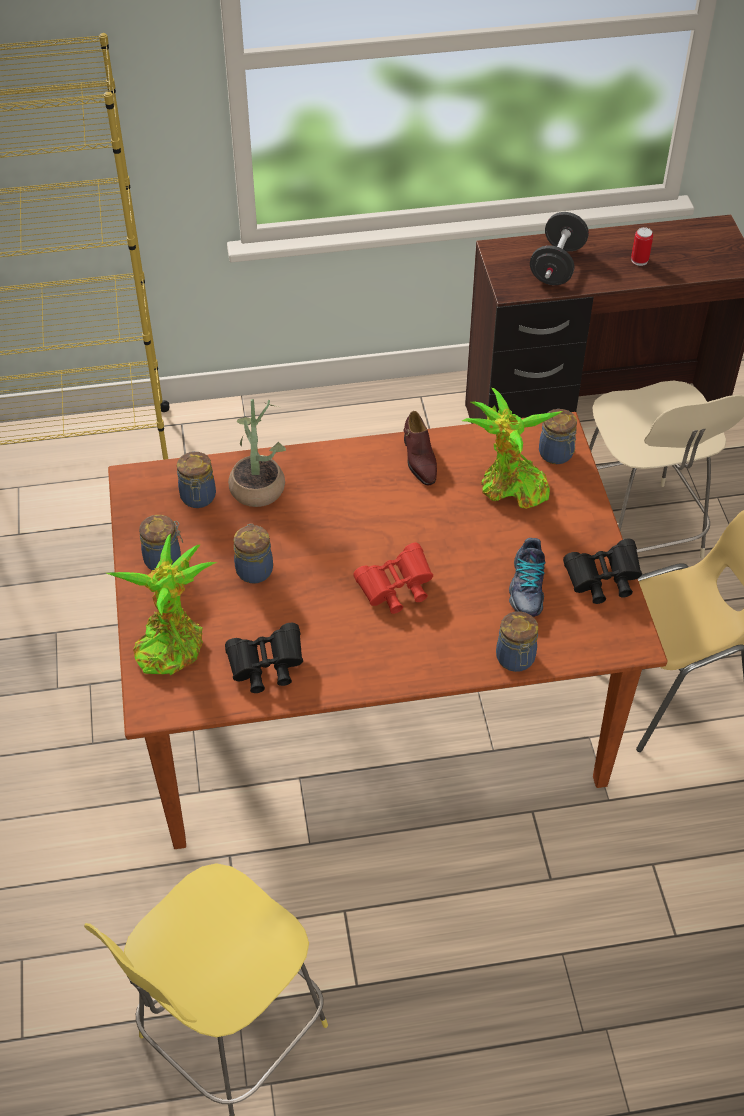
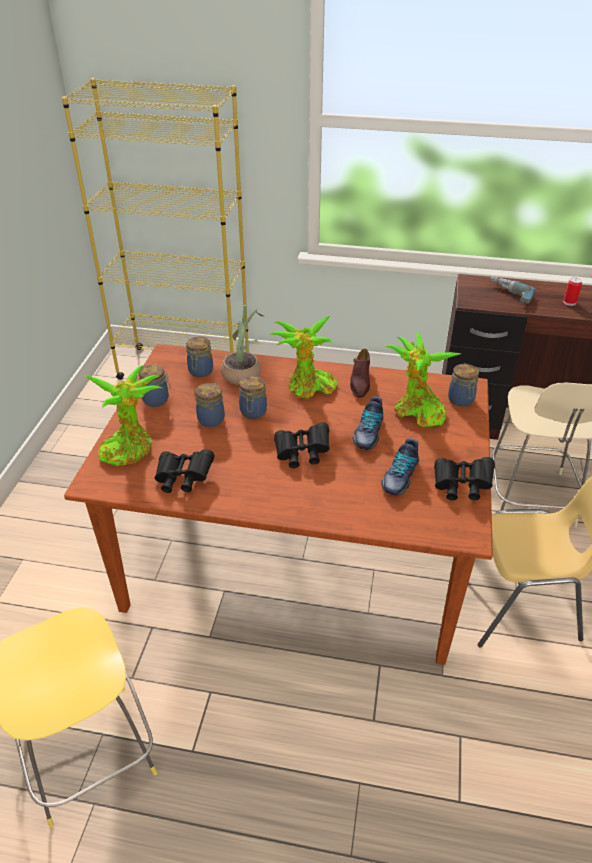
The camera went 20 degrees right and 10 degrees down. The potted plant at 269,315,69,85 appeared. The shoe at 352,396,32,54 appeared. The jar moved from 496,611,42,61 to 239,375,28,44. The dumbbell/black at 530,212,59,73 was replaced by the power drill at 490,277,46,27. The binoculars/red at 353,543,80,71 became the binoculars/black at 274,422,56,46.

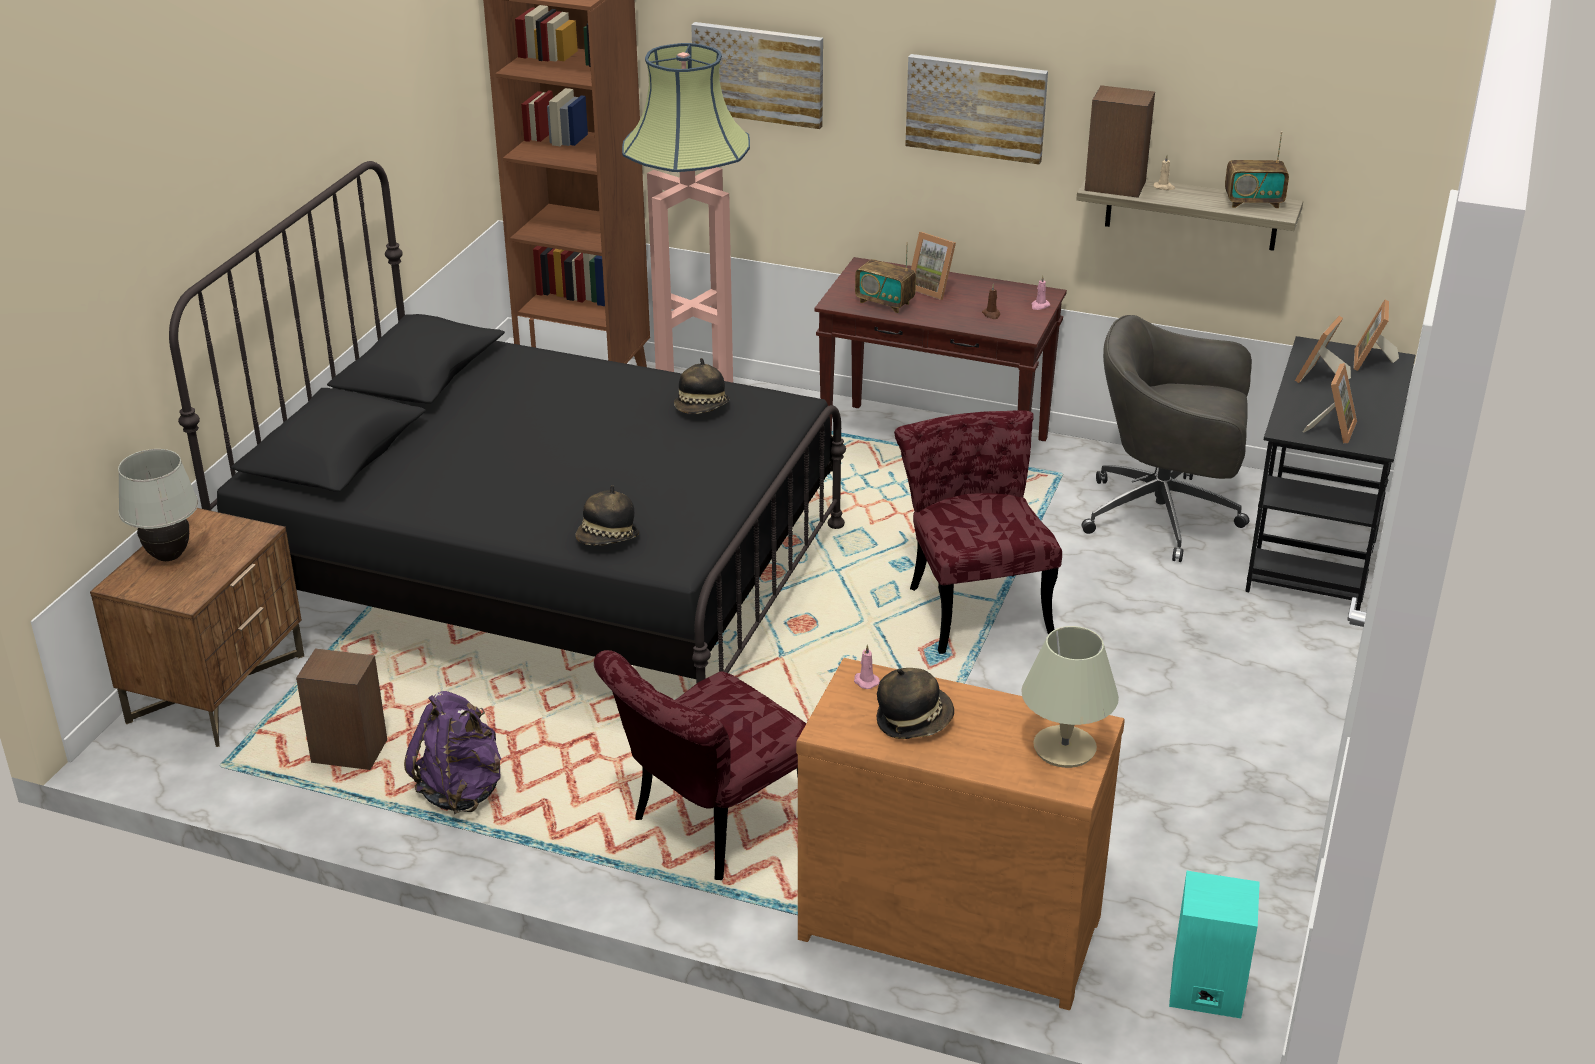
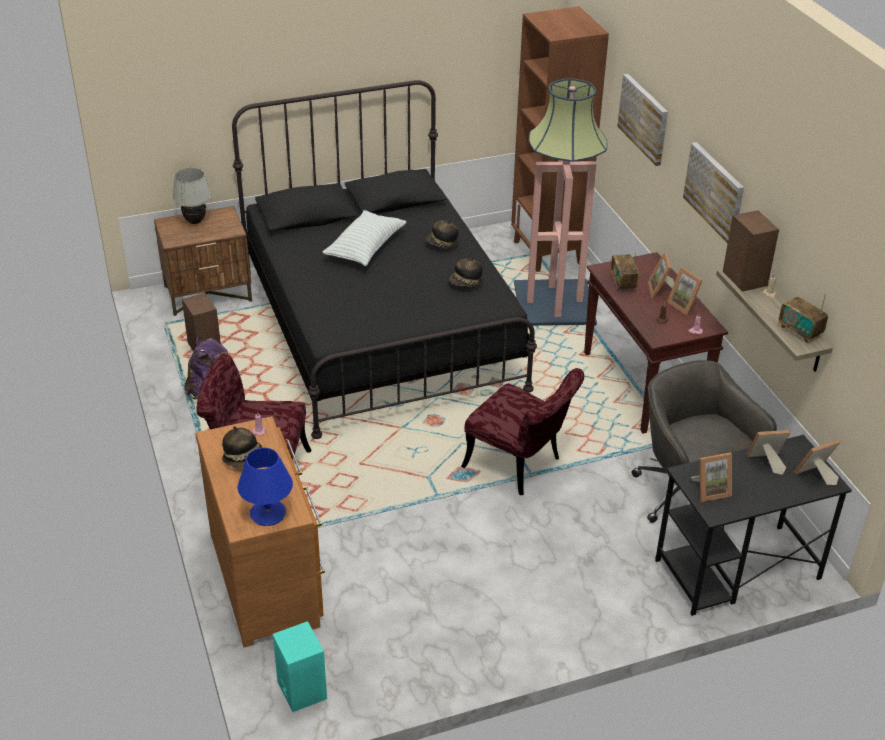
The camera went 50 degrees right and 5 degrees up. The pillow at 322,210,84,56 appeared. The picture frame at 667,268,36,47 appeared. The hat moved from 575,485,64,61 to 425,220,34,29. The table lamp/beige at 1021,626,98,142 became the table lamp/blue at 238,448,55,78. The chair/red at 894,410,168,244 turned 90 degrees clockwise.

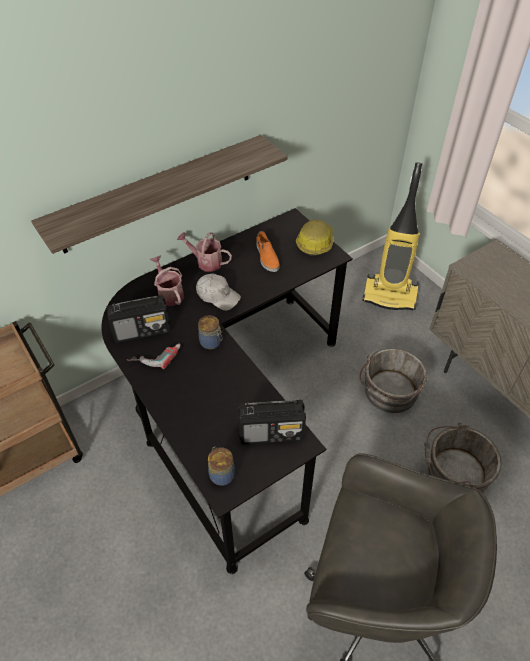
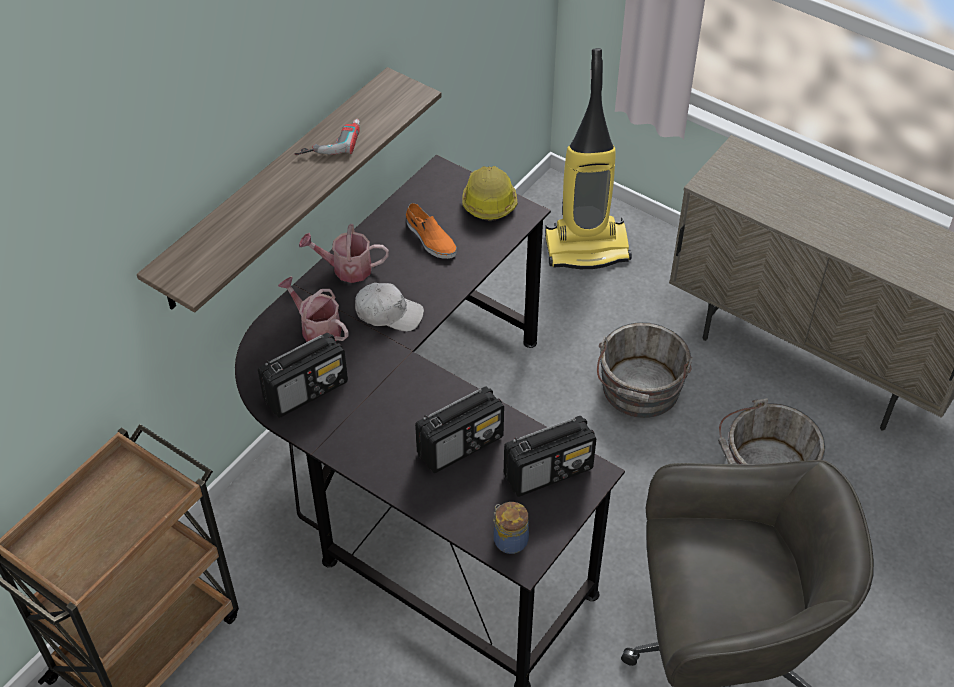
The camera went 20 degrees left and 0 degrees up. The jar at 198,315,25,34 disappeared. The radio at 415,386,89,87 appeared. The power drill moved from 127,344,54,25 to 295,119,65,36.

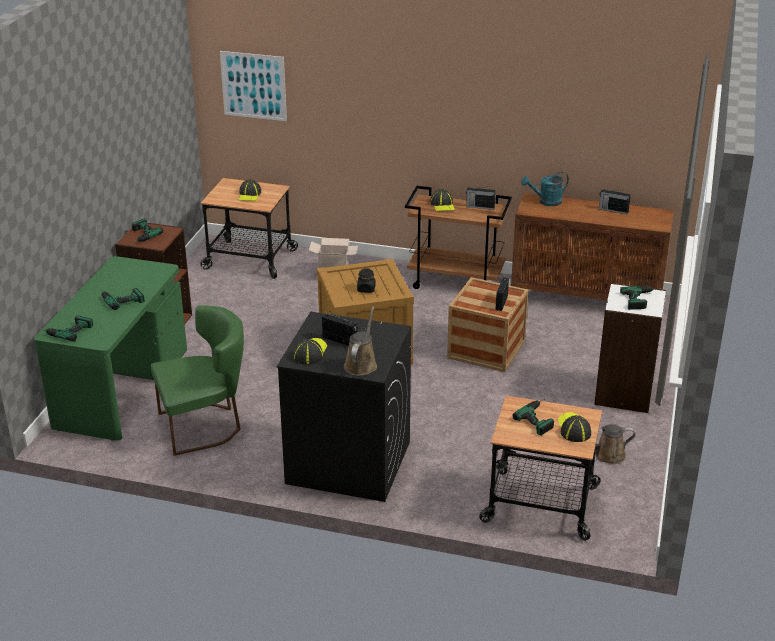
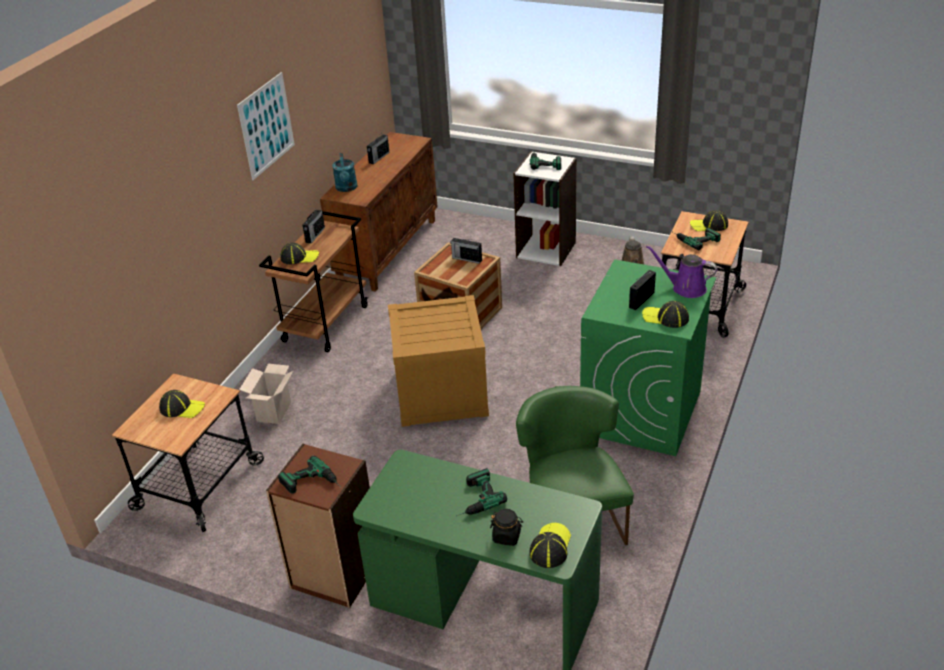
The camera went 80 degrees left and 5 degrees up. The picture moved from 220,51,67,70 to 237,72,58,108. The jar/black moved from 357,268,18,25 to 490,509,33,37. The power drill at 40,316,53,25 was replaced by the cap at 529,523,42,45. The washing machine/black at 277,312,134,190 became the washing machine/green at 580,259,136,197. The watering can/brown at 344,306,33,70 became the watering can/purple at 646,245,71,53.

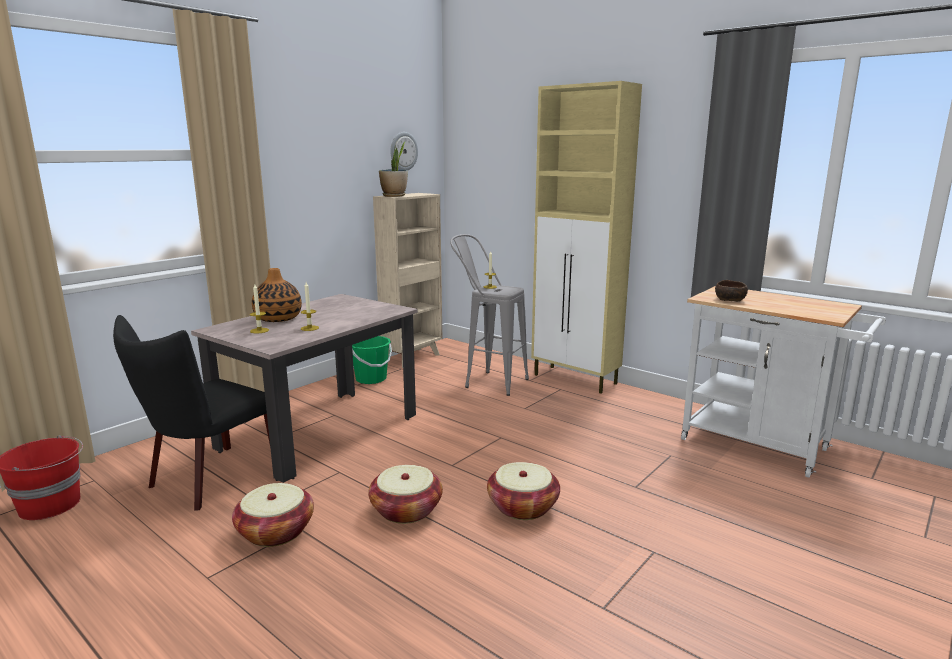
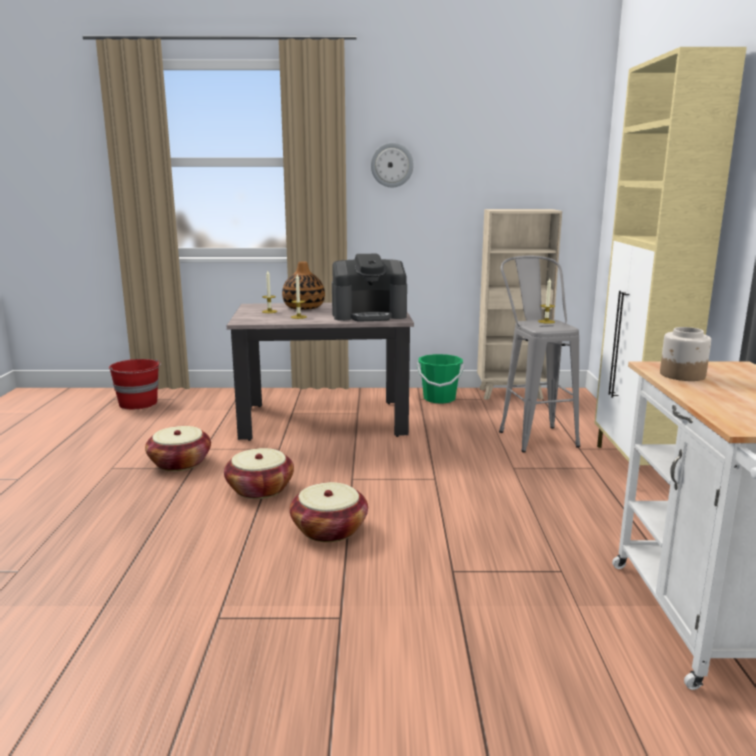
The camera went 50 degrees right and 0 degrees up. The chair/black at 113,315,157,195 disappeared. The potted plant at 379,141,29,56 disappeared. The coffee machine at 332,254,75,67 appeared. The wall clock moved from 390,132,28,38 to 371,143,43,44. The bowl/brown at 715,280,33,22 was replaced by the jar at 660,327,51,54.

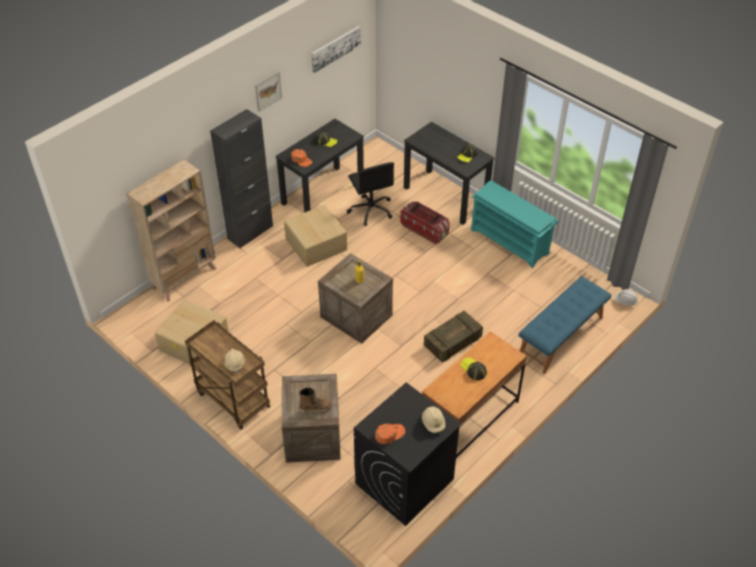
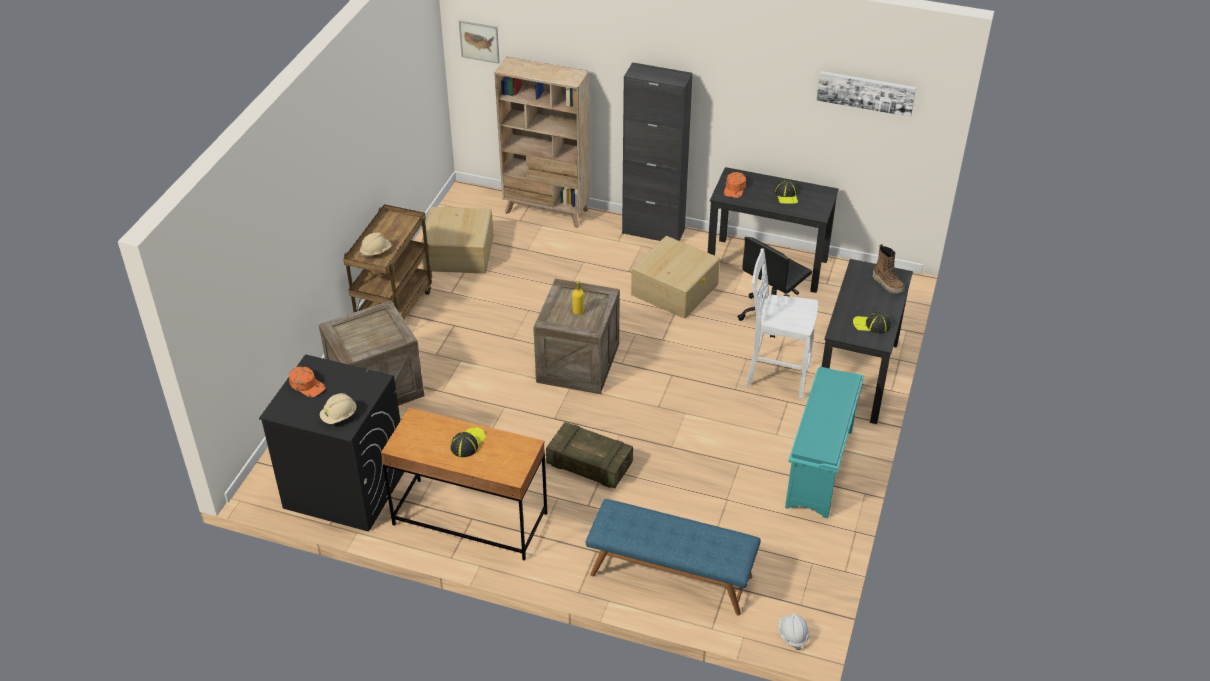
The camera went 65 degrees right and 5 degrees down. The picture moved from 255,72,27,40 to 459,20,41,44. The boot moved from 299,387,33,28 to 872,244,32,50. The storage box at 400,202,50,42 was replaced by the chair/white at 746,248,72,151.

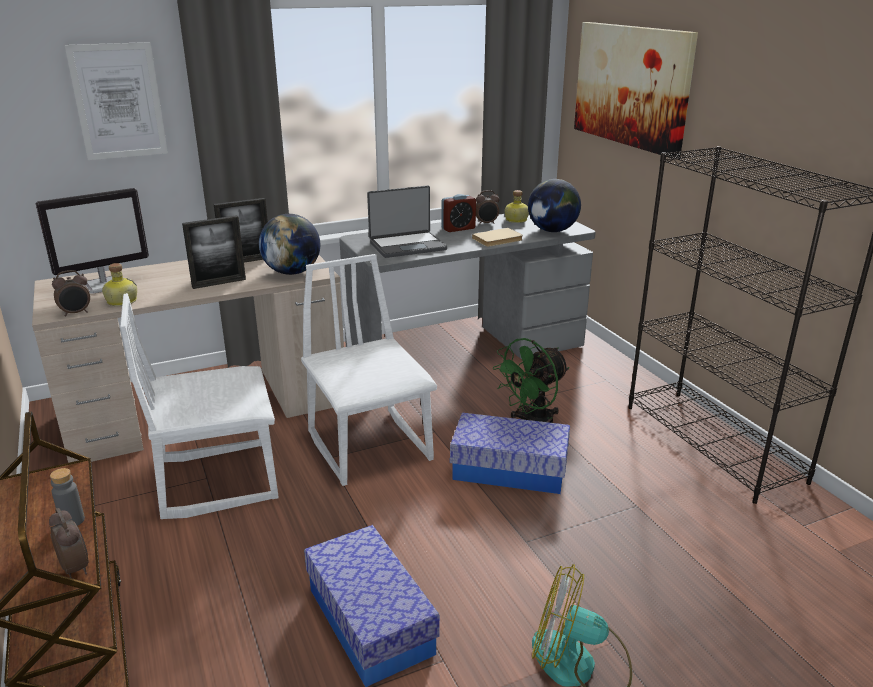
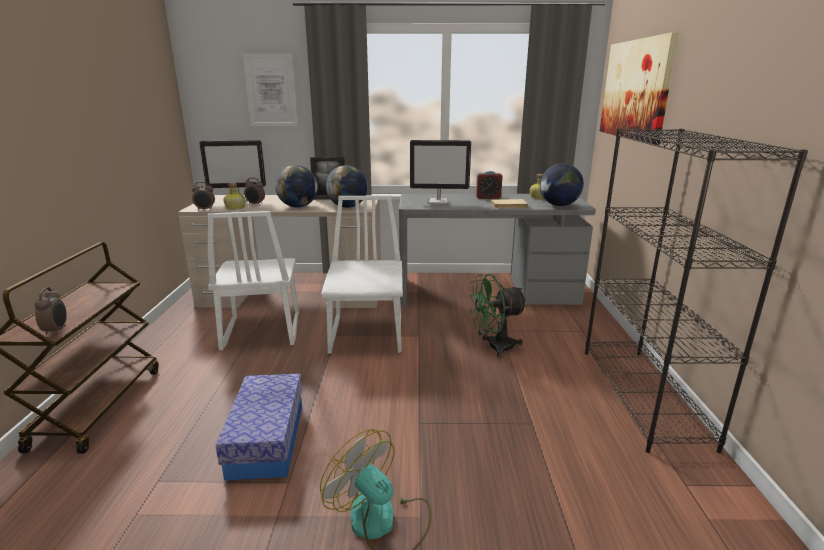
The camera went 25 degrees right and 5 degrees down. The bottle/grey at 50,468,35,58 disappeared. The storage box at 450,413,120,81 disappeared. The alarm clock moved from 476,190,24,35 to 244,178,21,28. The picture frame at 182,215,64,74 was replaced by the globe at 275,165,43,42. The laptop at 367,185,80,73 was replaced by the monitor at 410,140,61,64. The chair/white at 120,293,159,226 turned 105 degrees counterclockwise.

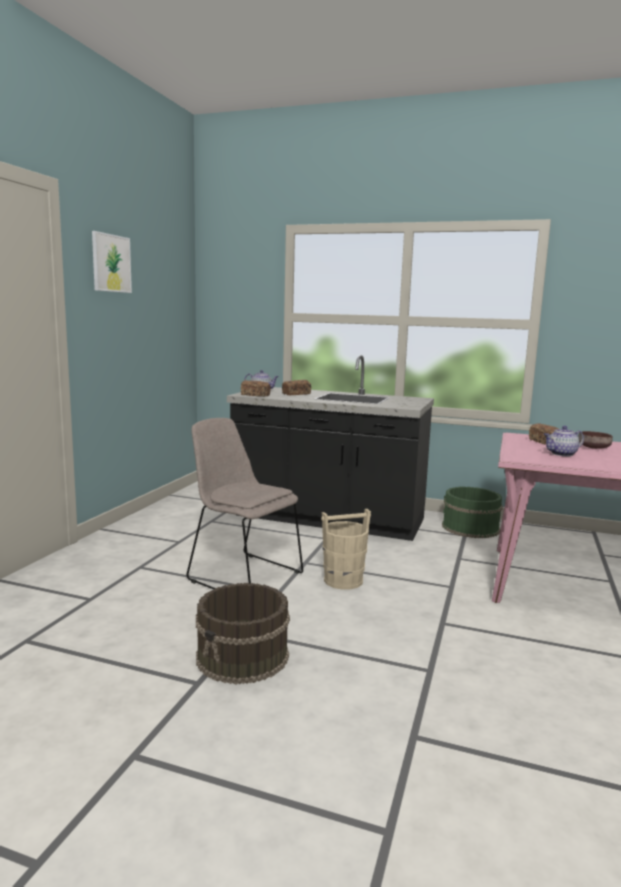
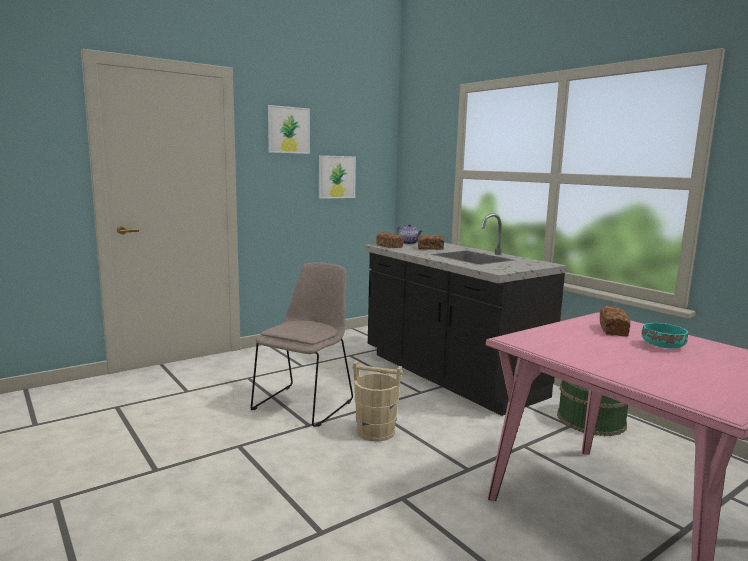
The camera went 35 degrees right and 0 degrees up. The bucket/brown at 196,583,94,101 disappeared. The teapot at 544,426,40,30 disappeared. The picture at 319,155,37,44 appeared. The bowl/brown at 578,431,35,18 became the bowl/turquoise at 642,323,46,25. The chair/beige at 186,418,117,171 turned 45 degrees clockwise.

